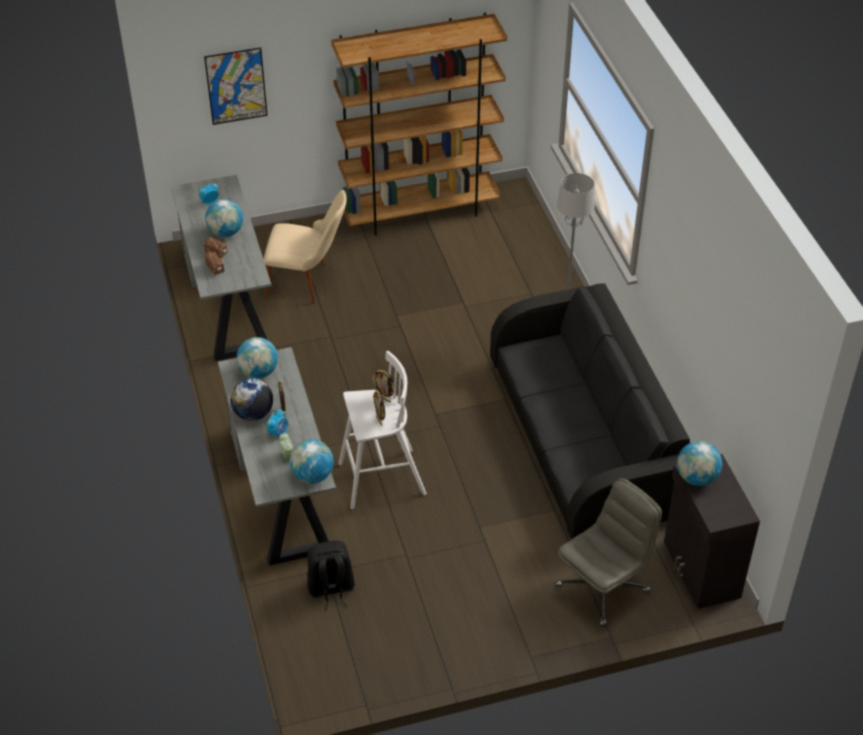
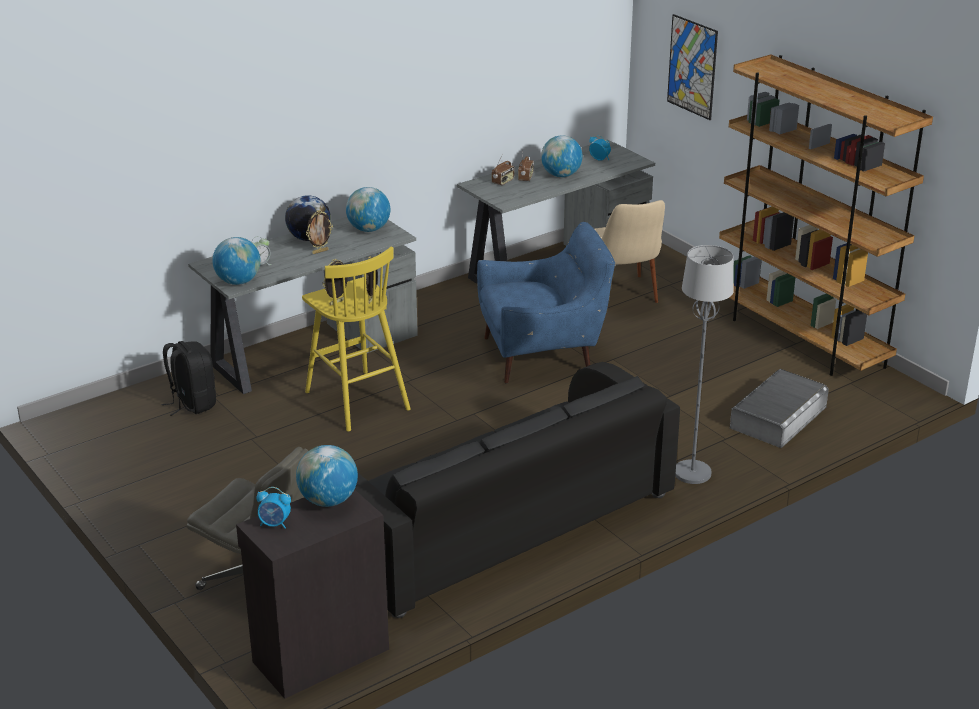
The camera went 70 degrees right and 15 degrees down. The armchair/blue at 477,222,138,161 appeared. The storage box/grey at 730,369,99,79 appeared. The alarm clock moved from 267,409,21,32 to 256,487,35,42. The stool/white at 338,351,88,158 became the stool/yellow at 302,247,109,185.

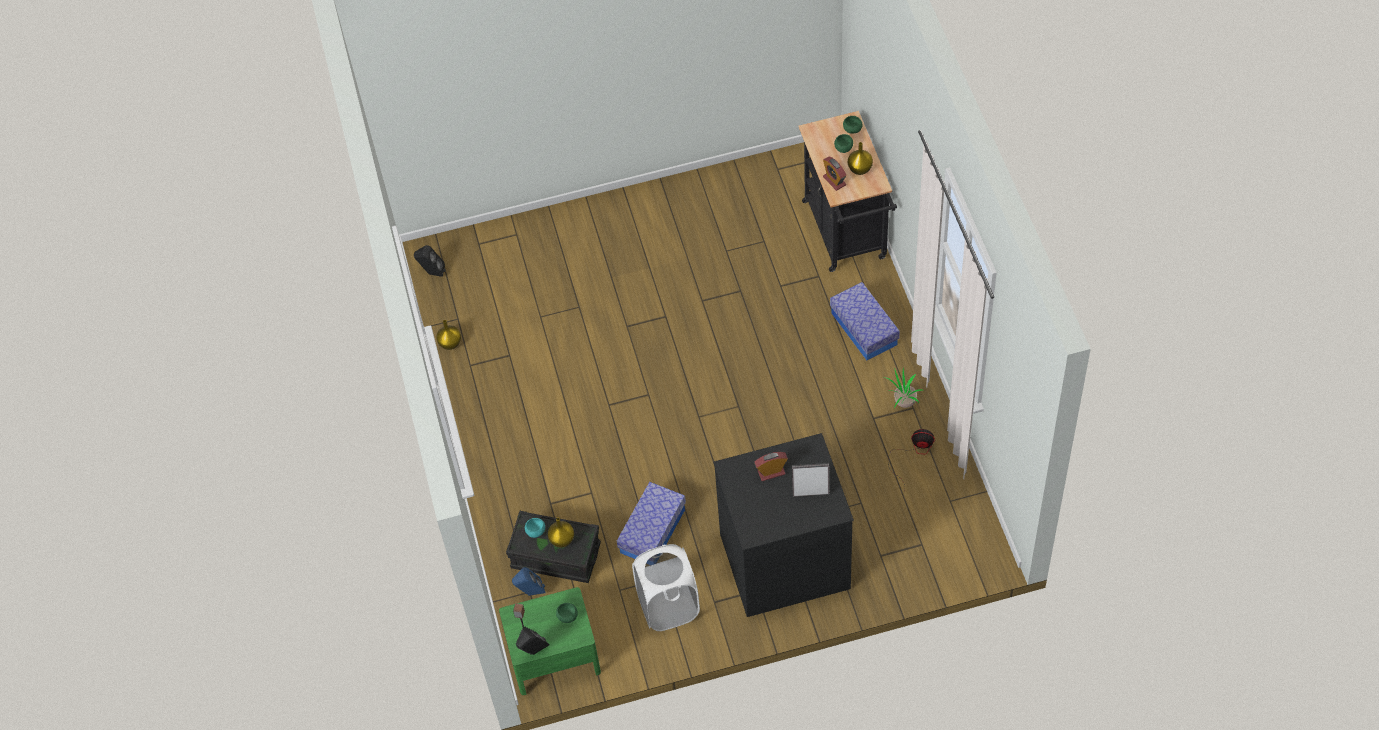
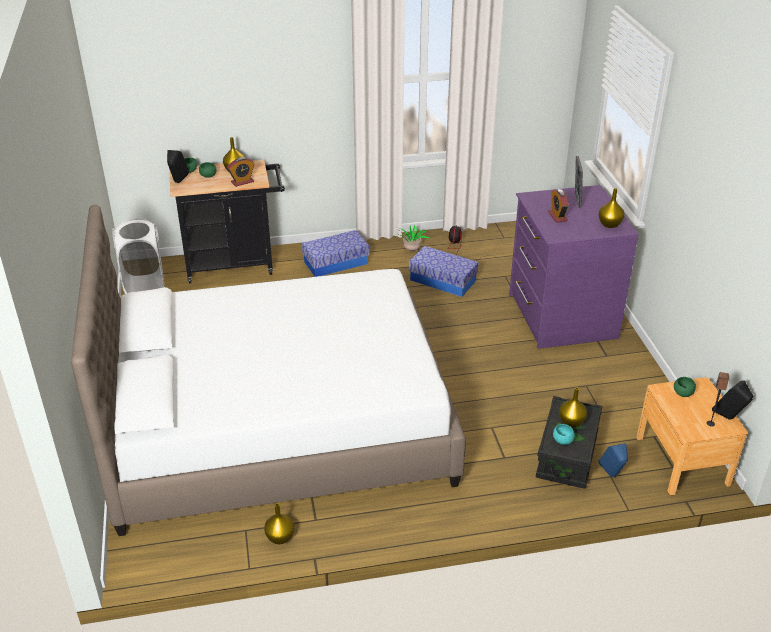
The camera went 90 degrees left and 20 degrees down. The bed/white at 71,205,395,331 appeared. The vase/yellow at 599,188,25,40 appeared. The speaker/black moved from 414,245,31,32 to 167,150,22,33. The storage box moved from 617,482,69,77 to 409,246,70,51. The laundry basket/white moved from 632,544,68,87 to 112,218,52,77. The nightstand/green at 499,587,102,108 became the nightstand/brown at 636,377,112,118. The dresser/black at 713,433,141,184 became the dresser/purple at 509,185,130,164.

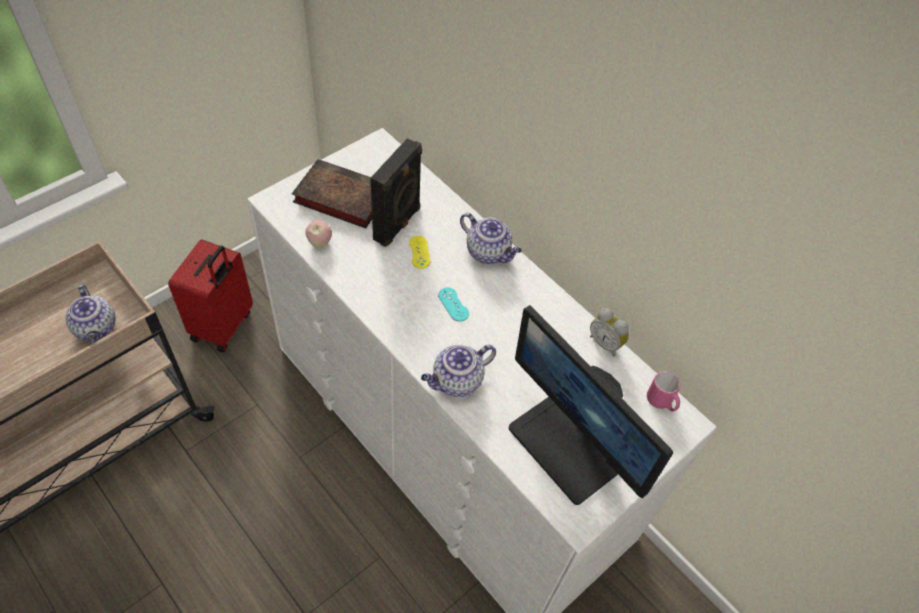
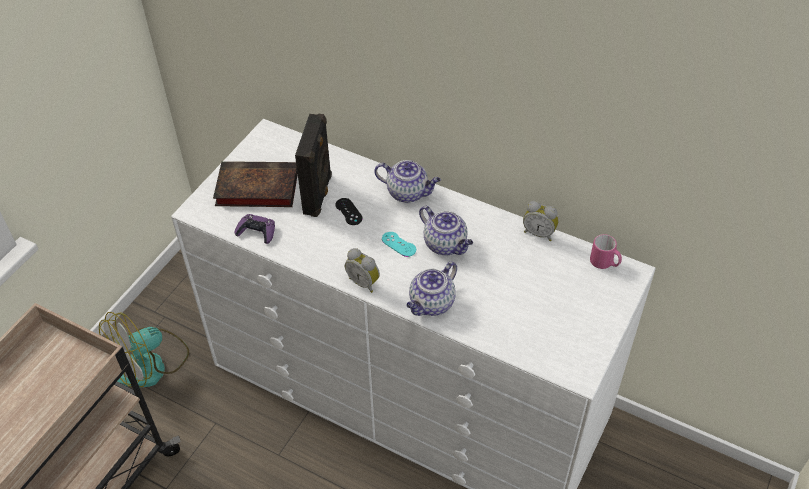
The camera went 15 degrees left and 5 degrees down. The monitor at 509,305,164,200 disappeared. The alarm clock at 345,248,35,45 appeared. The teapot moved from 66,285,50,59 to 419,206,54,49. The suitcase/red at 168,239,85,113 was replaced by the fan at 99,312,90,75. The apple at 305,220,27,27 was replaced by the game controller/purple at 235,214,40,30. The game controller/yellow at 409,236,21,33 became the game controller/black at 336,198,27,27.

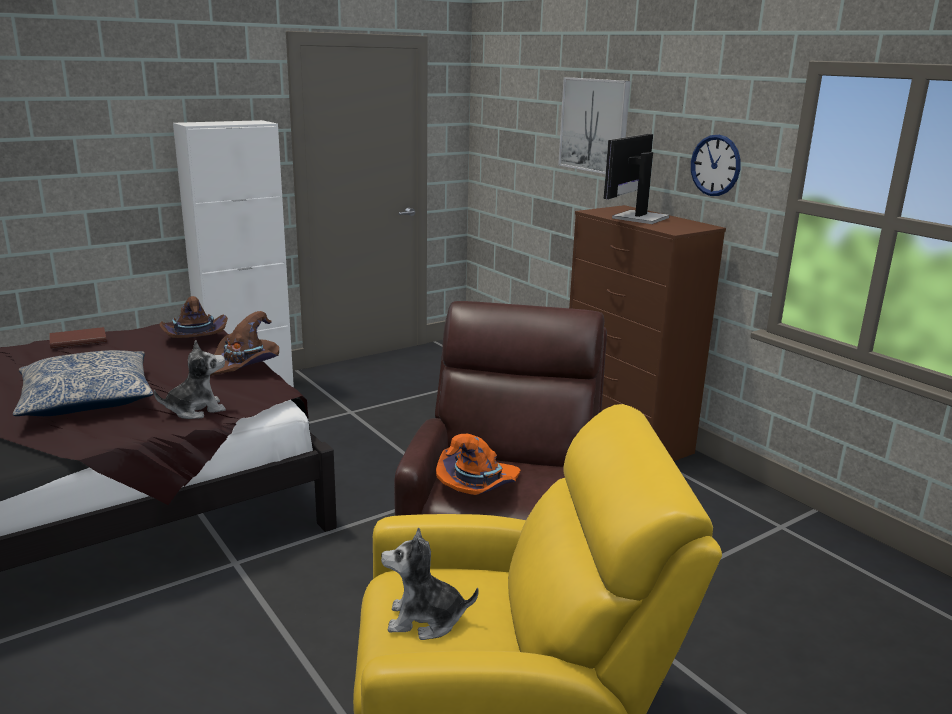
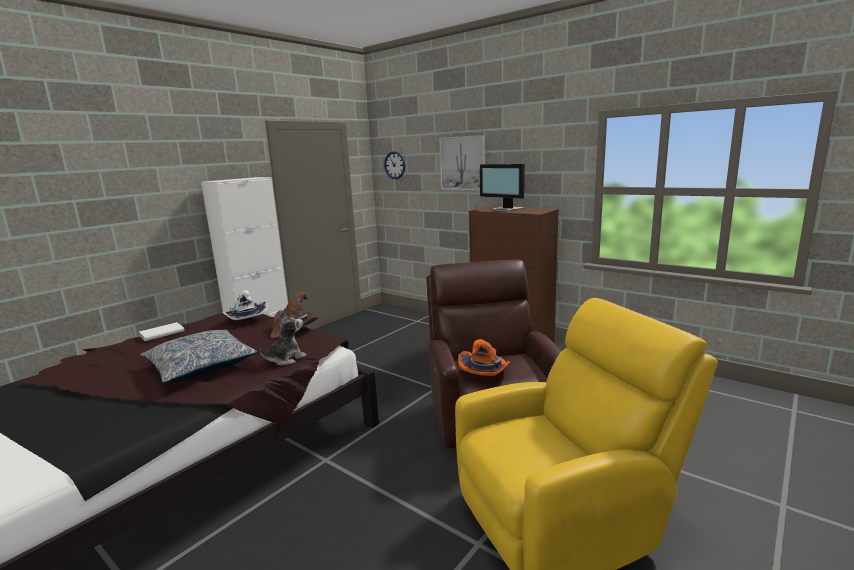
The camera went 15 degrees left and 5 degrees down. The plush toy at 381,527,98,113 disappeared. The wall clock moved from 691,135,50,61 to 384,151,21,28. The book/brown at 50,327,57,22 became the book/white at 139,322,46,19. The hat/brown at 160,296,68,42 became the hat/white at 222,290,46,30. The monitor at 604,134,65,90 turned 60 degrees counterclockwise.

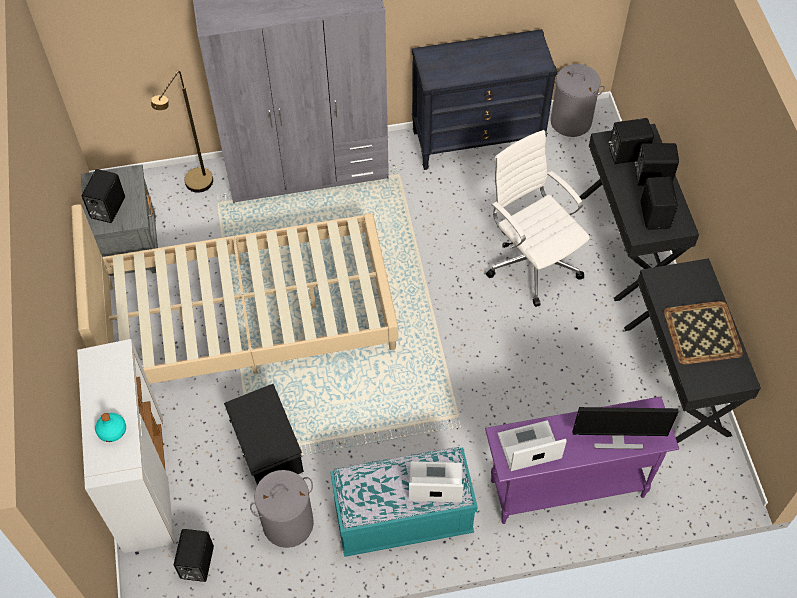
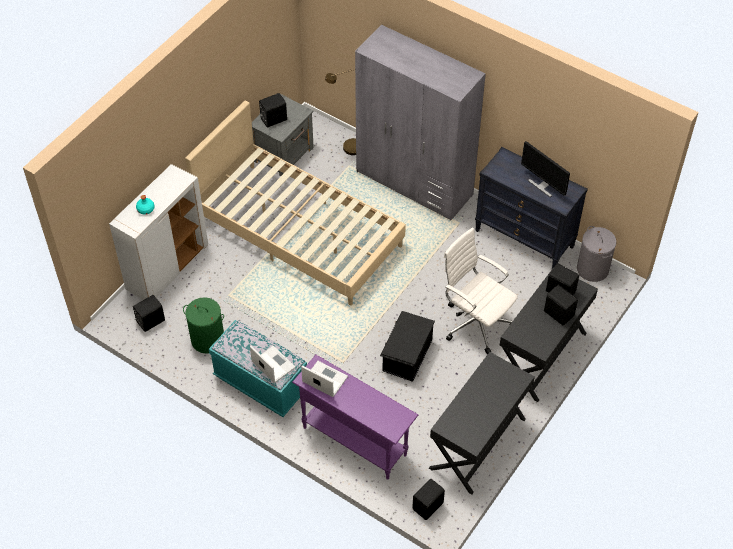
The camera went 45 degrees right and 5 degrees down. The tray at 664,301,79,64 disappeared. The storage box/black moved from 224,384,80,101 to 380,311,55,71. The monitor moved from 573,407,106,42 to 521,141,49,56. The speaker/black moved from 640,177,38,53 to 412,479,33,41. The laundry basket/grey at 250,470,64,78 became the laundry basket/green at 183,297,41,56. The office chair/white at 486,130,104,177 turned 60 degrees counterclockwise.

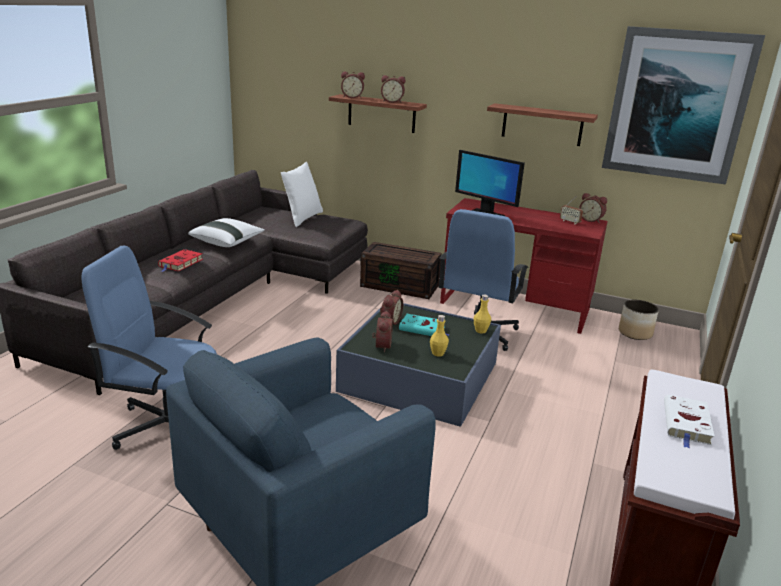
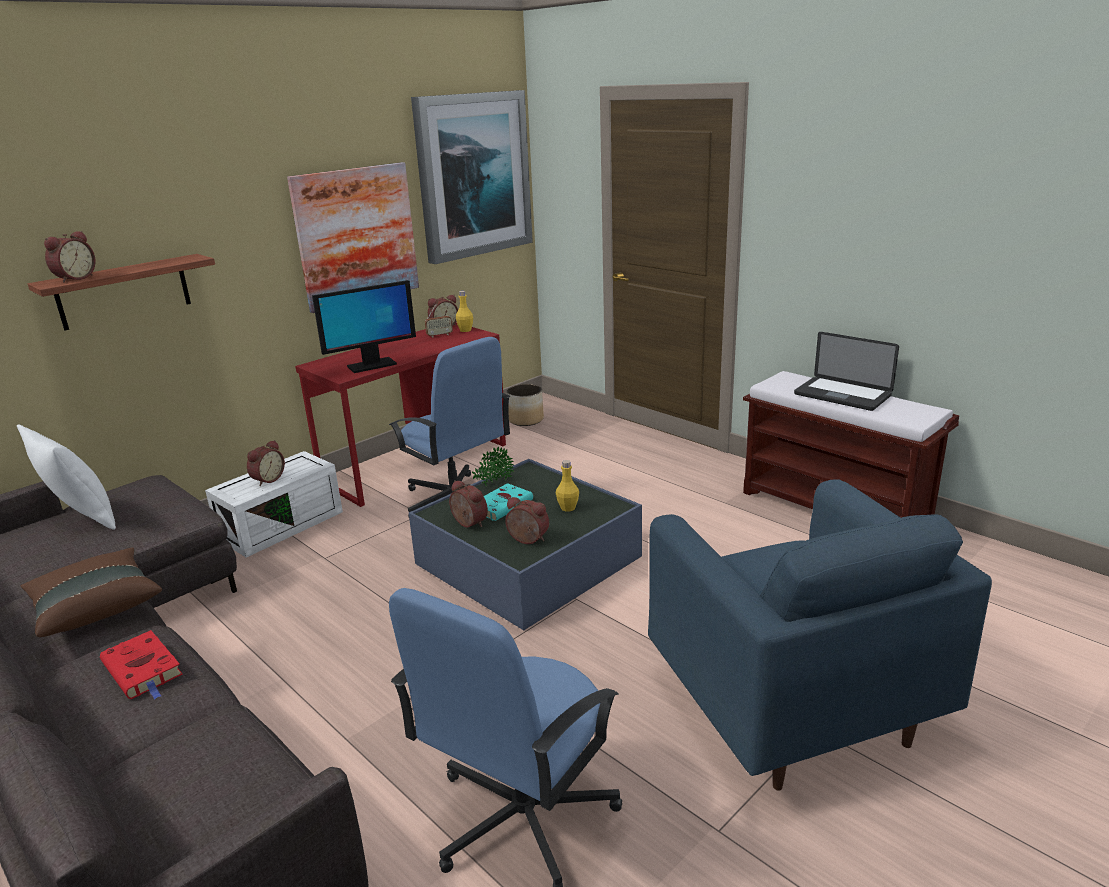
The camera went 65 degrees left and 0 degrees up. The potted plant at 472,446,42,40 appeared. The alarm clock moved from 381,75,24,28 to 247,440,38,46. The bottle/yellow moved from 474,295,17,39 to 456,291,17,41. The shelf at 487,103,111,43 was replaced by the picture at 287,162,132,151. The book/white at 664,395,51,54 was replaced by the laptop at 794,332,105,79. The pillow/white at 188,218,77,29 became the pillow/brown at 21,547,141,90. The storage box/brown at 360,242,81,57 became the storage box/white at 205,451,138,106.

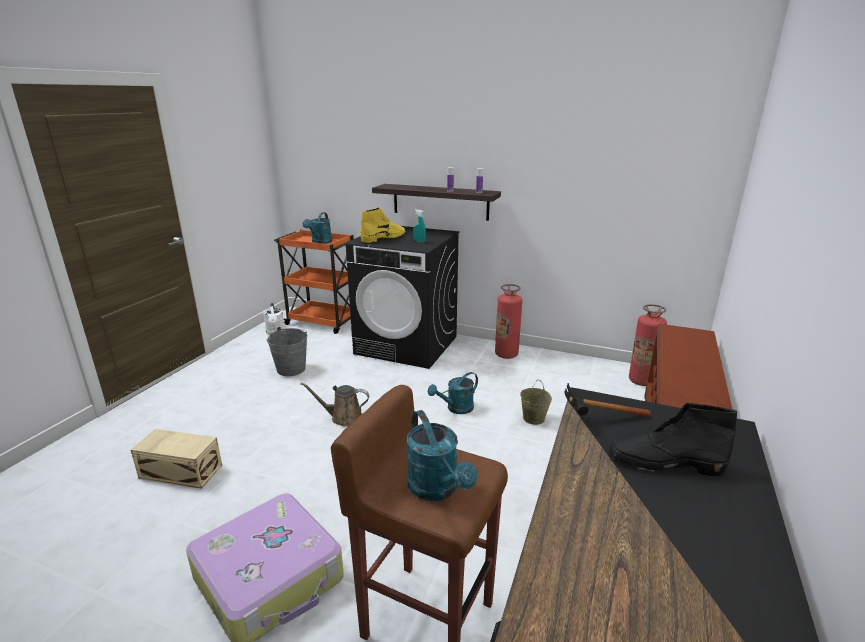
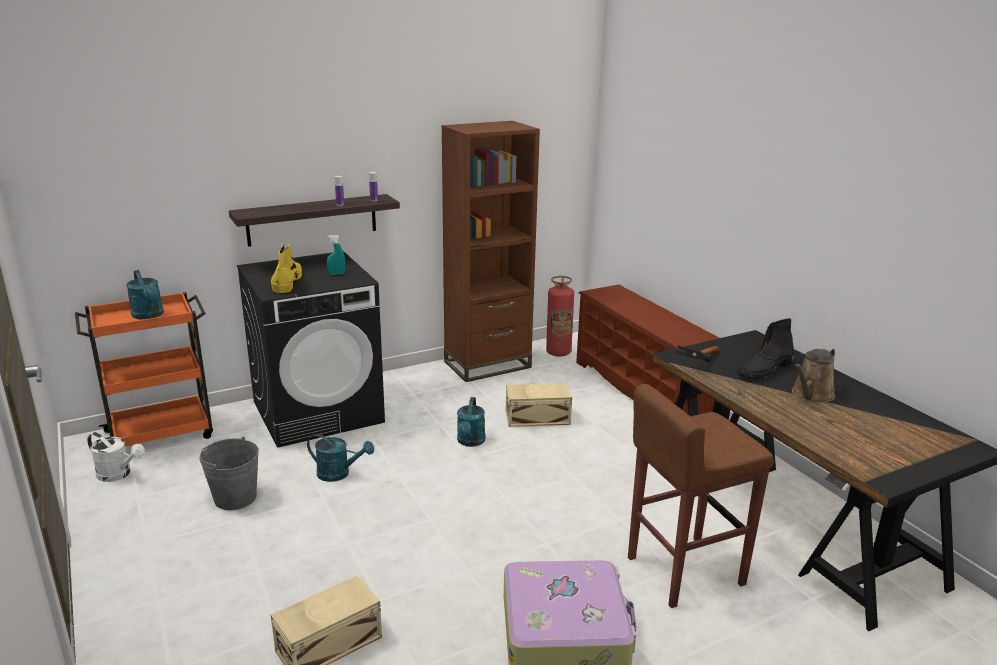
The camera went 50 degrees left and 0 degrees up. The fire extinguisher at 495,284,27,75 disappeared. The bookcase/brown at 442,121,98,261 appeared. The watering can/brown moved from 300,382,69,45 to 792,347,43,56. The watering can/turquoise moved from 407,410,71,91 to 307,434,67,48. The bucket/beige at 520,380,32,45 was replaced by the storage box/beige at 506,383,66,44.

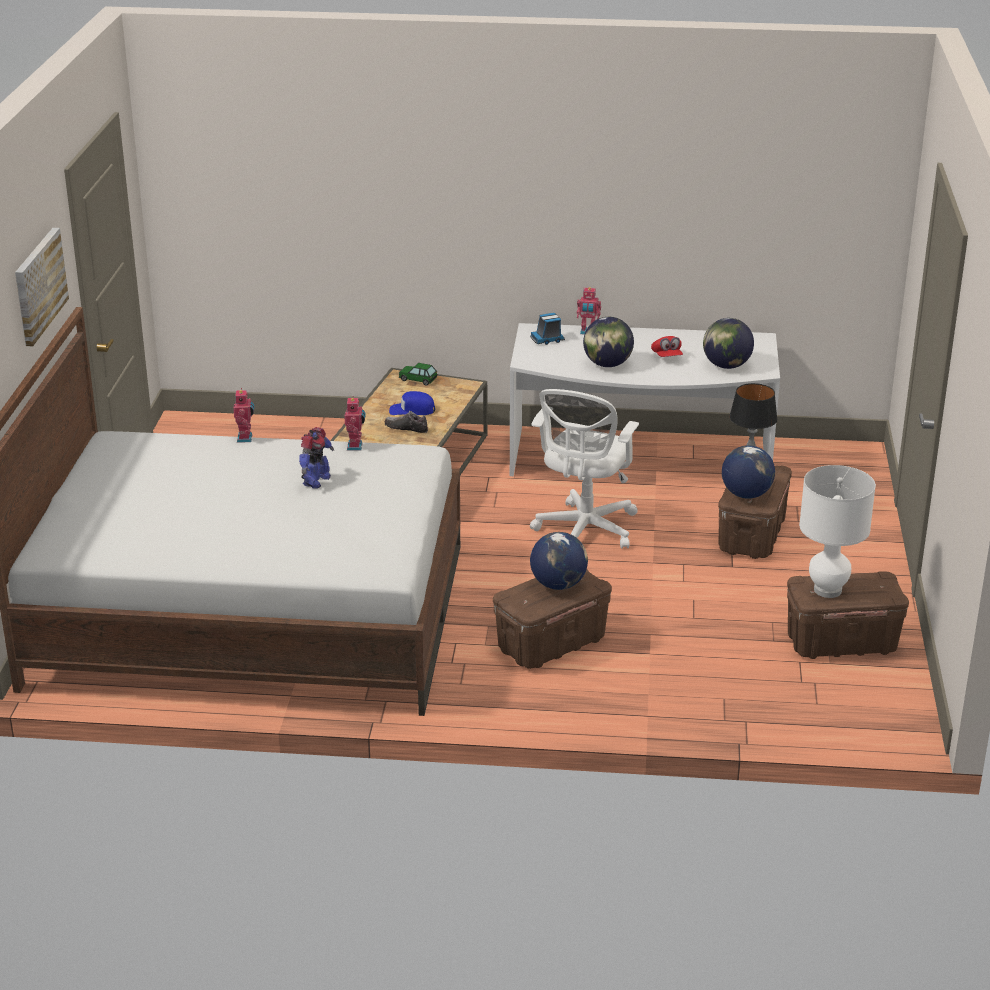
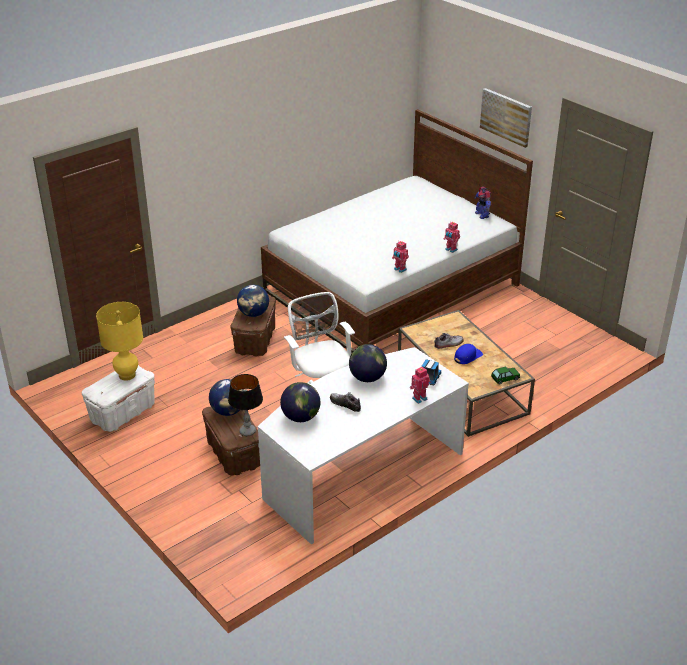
The camera went 135 degrees right and 5 degrees up. The toy robot moved from 299,427,35,62 to 474,187,17,32. The cap/red at 651,336,32,21 was replaced by the shoe at 330,392,31,20. The storage box/brown at 787,571,122,88 became the storage box/white at 82,365,73,67. The table lamp/white at 799,465,77,133 became the table lamp/yellow at 96,302,47,79.

